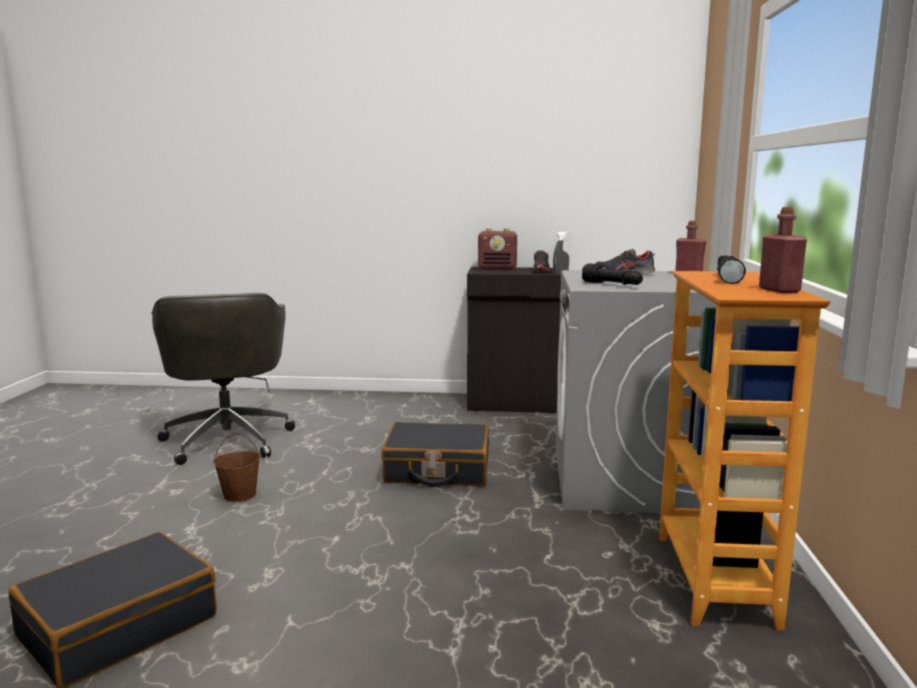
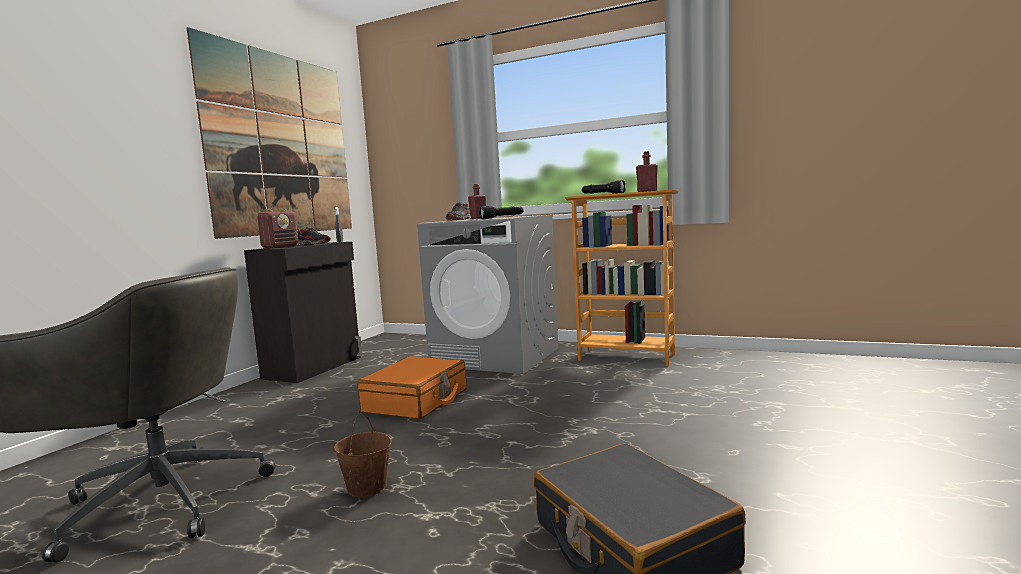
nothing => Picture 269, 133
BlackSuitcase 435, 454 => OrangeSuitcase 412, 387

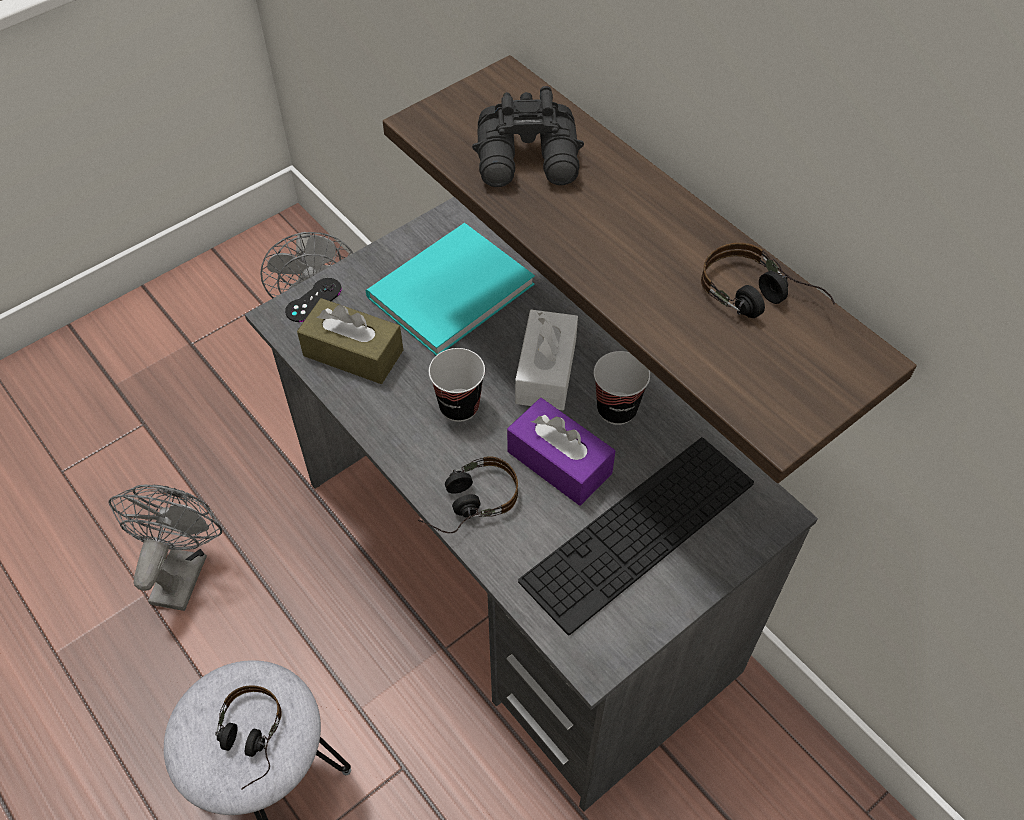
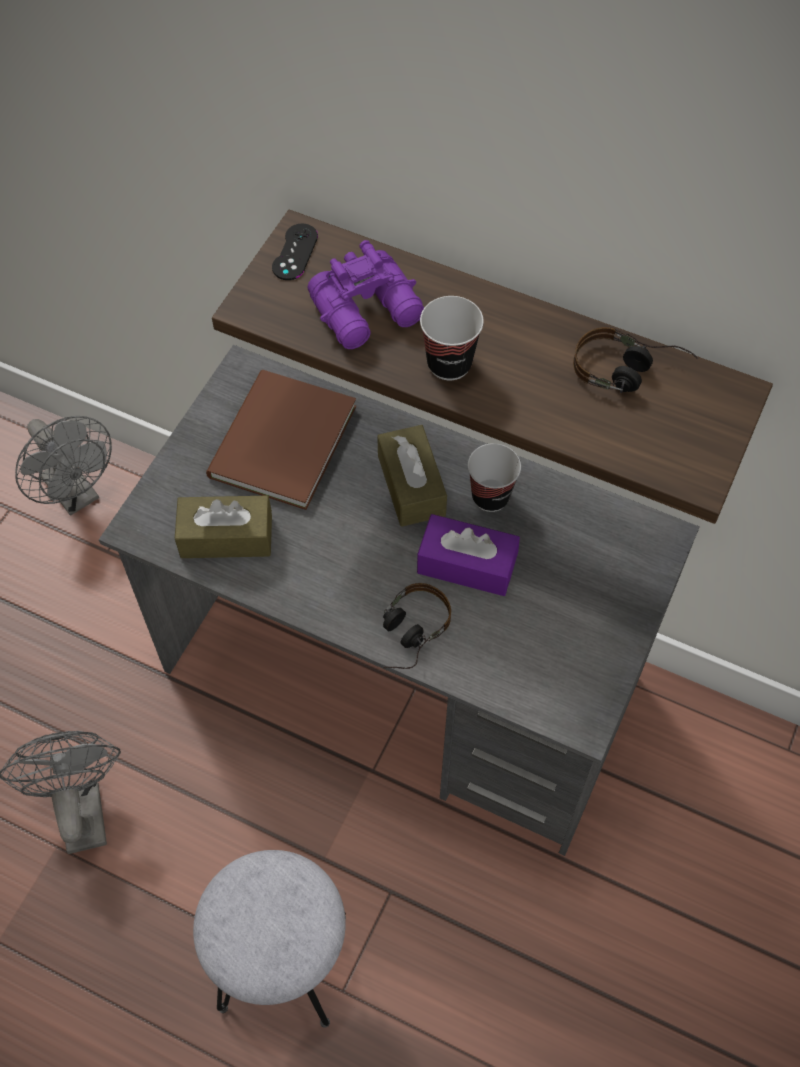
TurquoiseBook 450, 289 => BrownBook 281, 440
BlackGameController 313, 300 => BlackGameController 295, 251, move
BlackBinoculars 528, 136 => PurpleBinoculars 365, 294
WhiteTissueBox 546, 360 => BrownTissueBox 412, 476
Cup 457, 385 => Cup 452, 338, move
Headphones 248, 737 => nothing
Keyboard 636, 536 => nothing

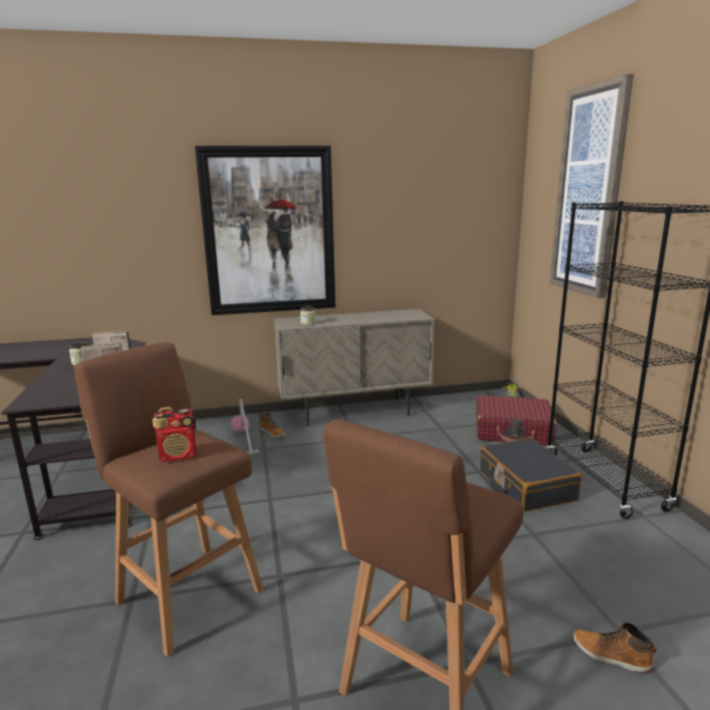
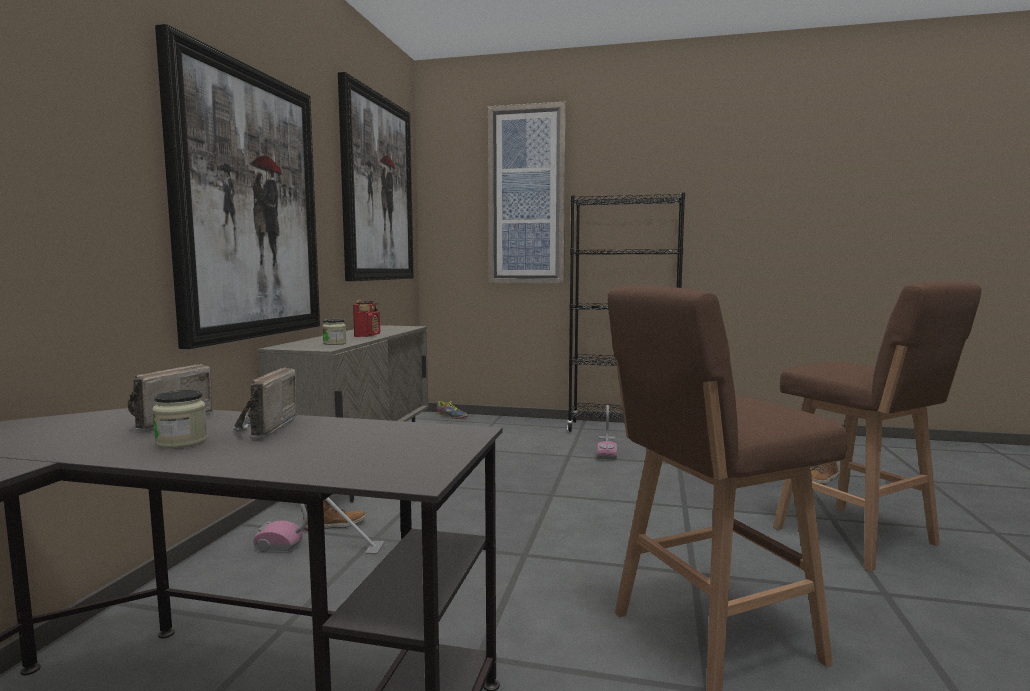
nothing => Picture 376, 176
Radio 174, 434 => Radio 366, 318, move
BlackSuitcase 531, 475 => VacuumCleaner 607, 432
RedSuitcase 516, 420 => nothing

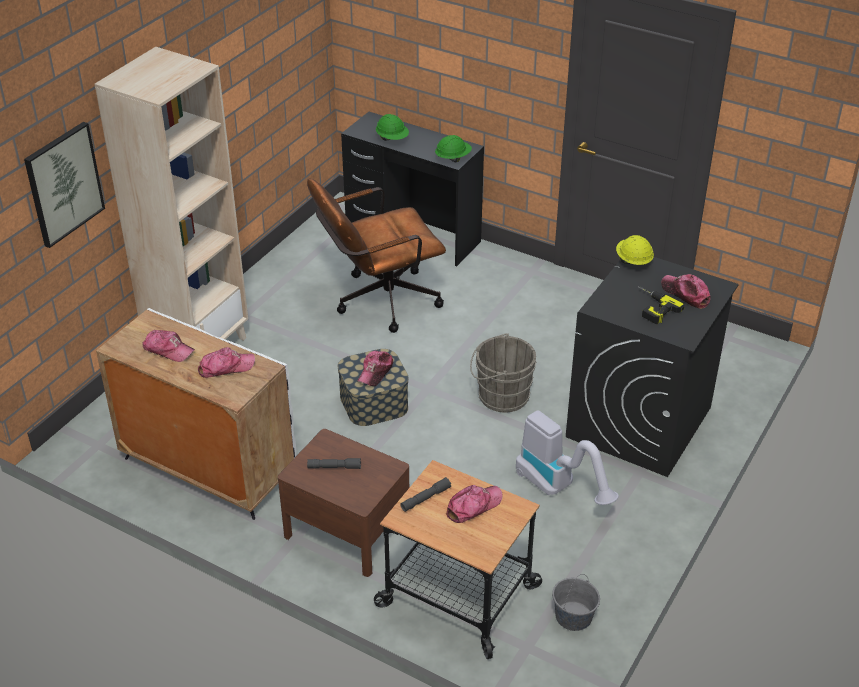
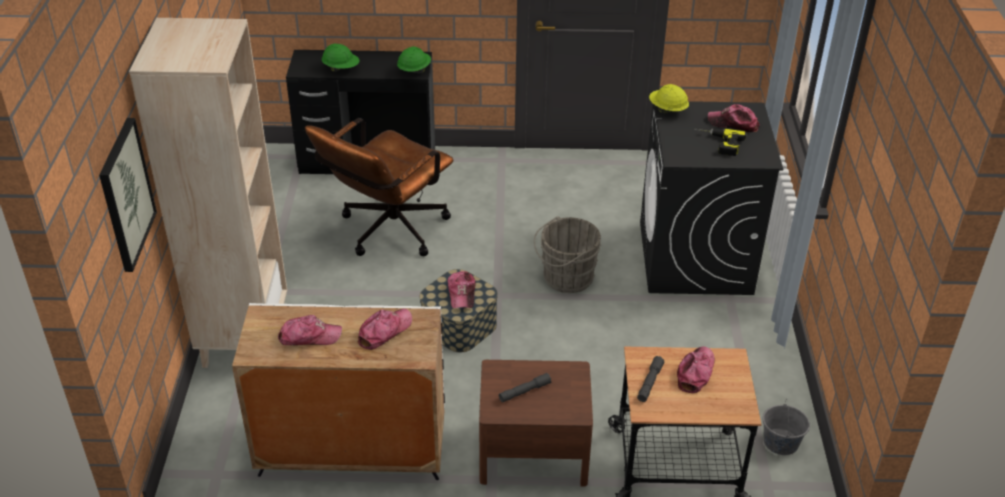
VacuumCleaner 567, 457 => nothing

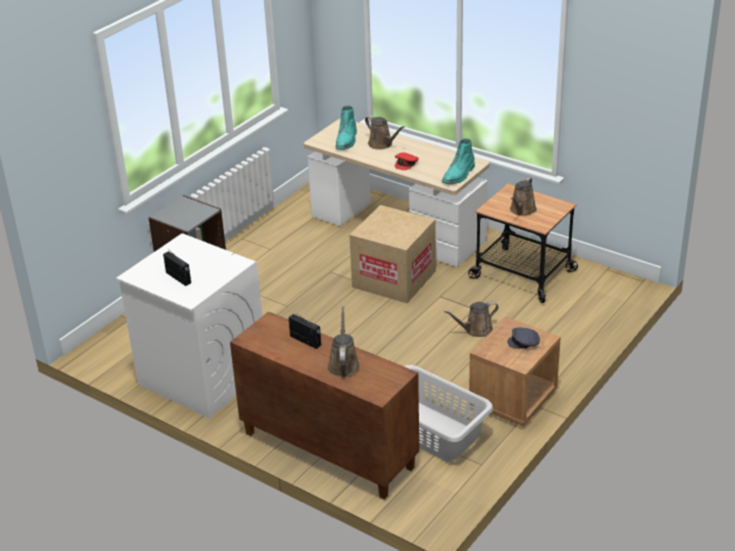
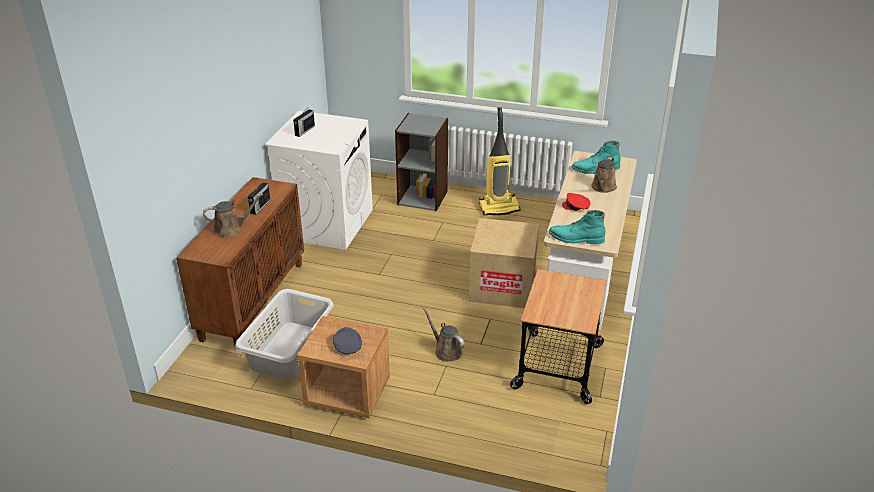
nothing => VacuumCleaner 500, 161
BrownWateringCan 523, 196 => nothing

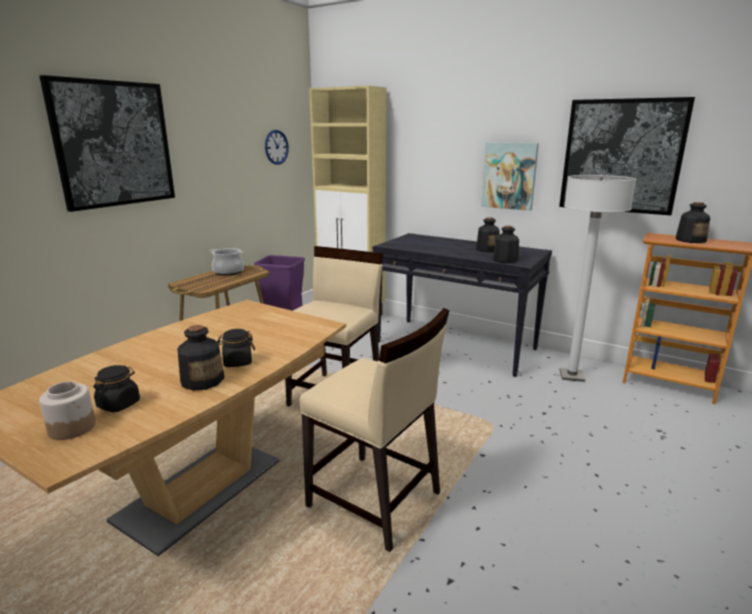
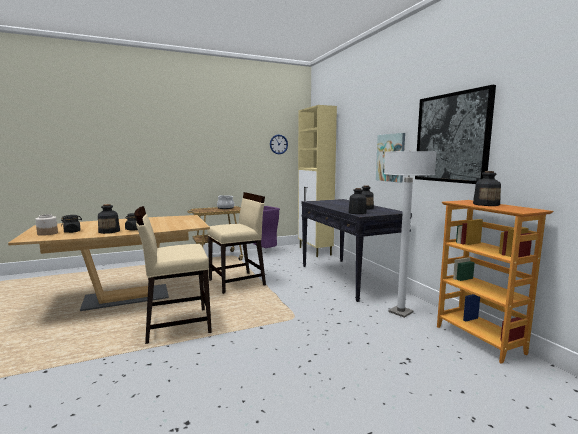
BeigeChair 374, 430 => BeigeChair 173, 275, 90 degrees clockwise
Picture 107, 143 => nothing

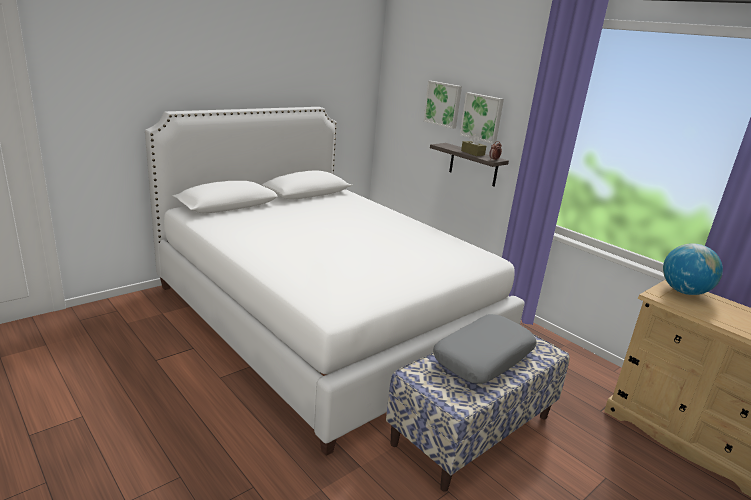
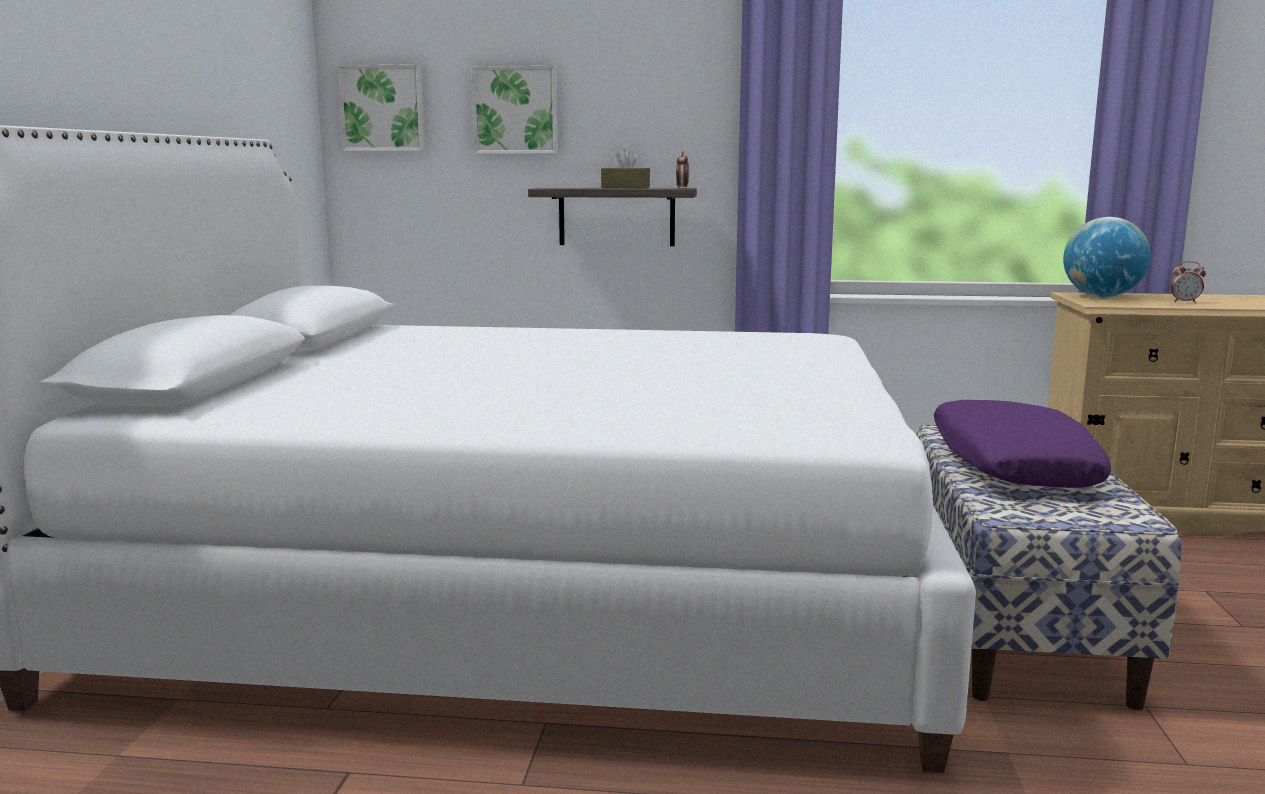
Picture 482, 118 => Picture 381, 107, move
GreyPillow 485, 349 => PurplePillow 1022, 444
nothing => AlarmClock 1188, 282

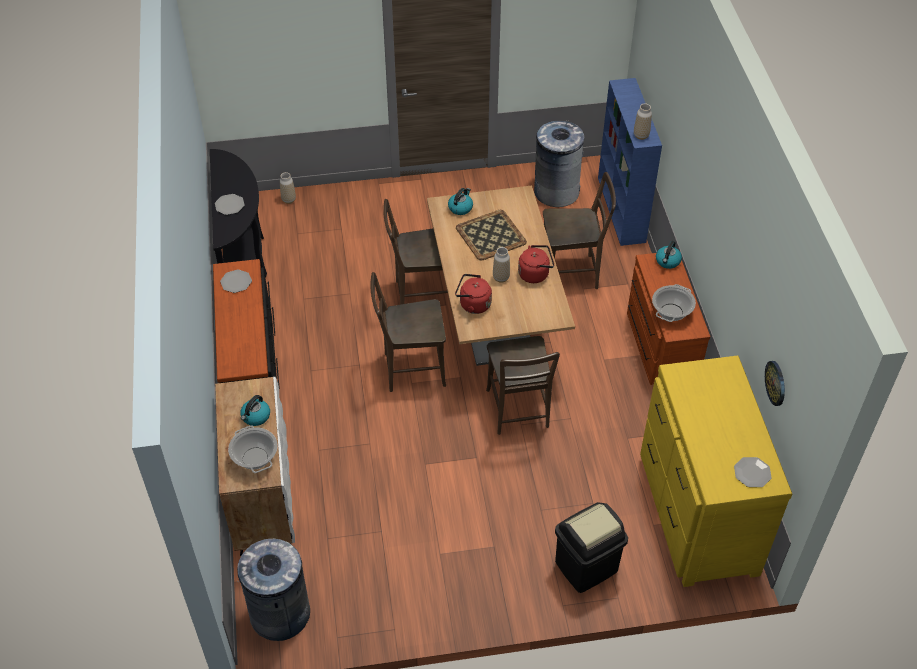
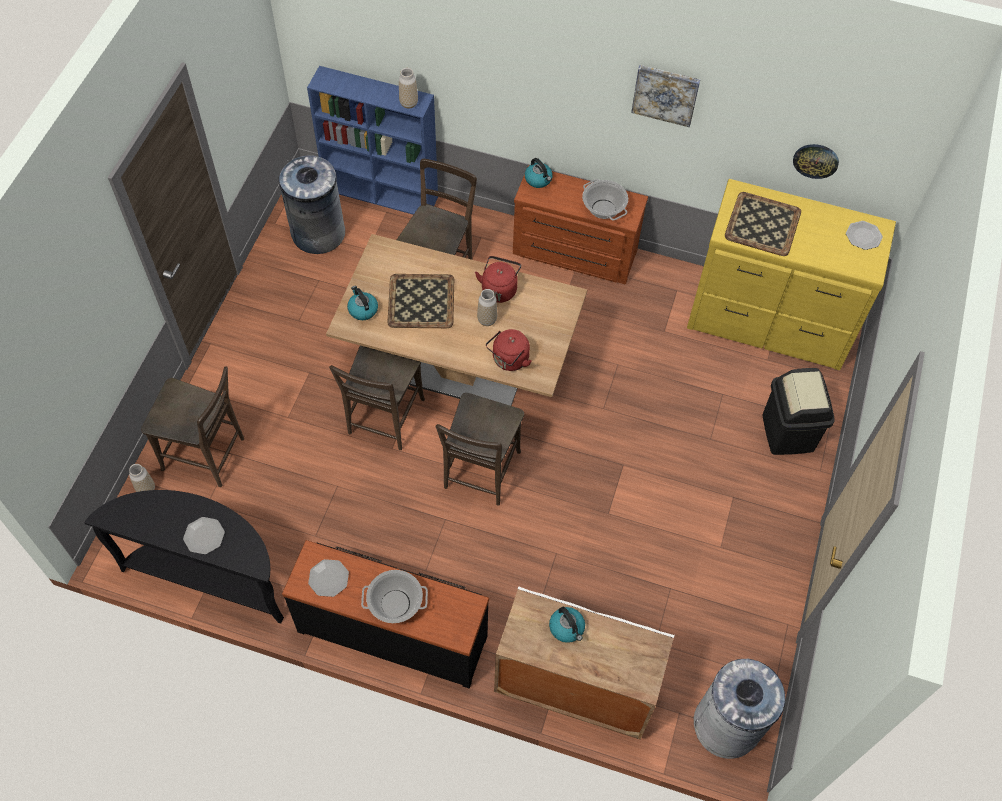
BrownChair 523, 385 => BrownChair 192, 426, move
CookingPot 253, 449 => CookingPot 394, 596, move
nothing => Picture 665, 96
nothing => Tray 763, 224

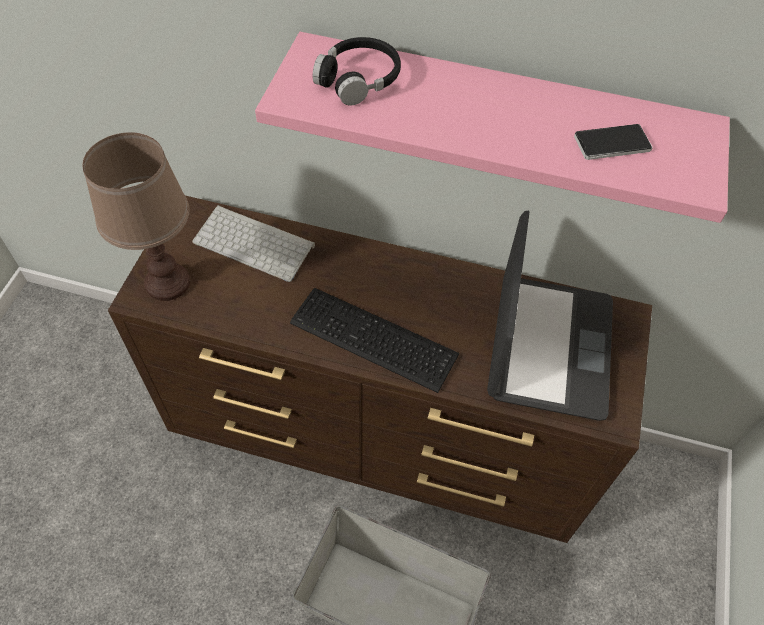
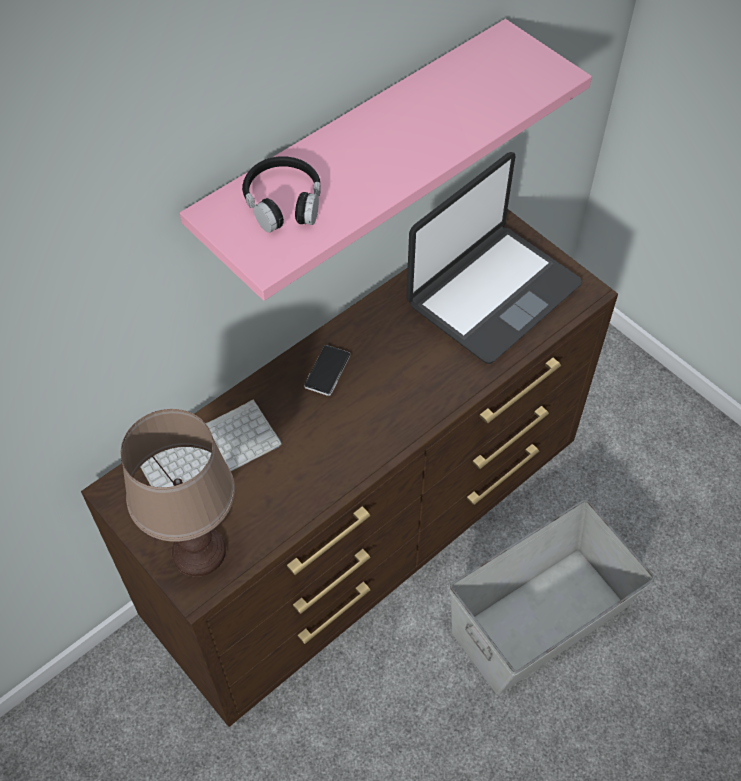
Phone 613, 142 => Phone 327, 370, move
Laptop 550, 316 => Laptop 494, 258, 90 degrees clockwise
Keyboard 374, 340 => nothing

